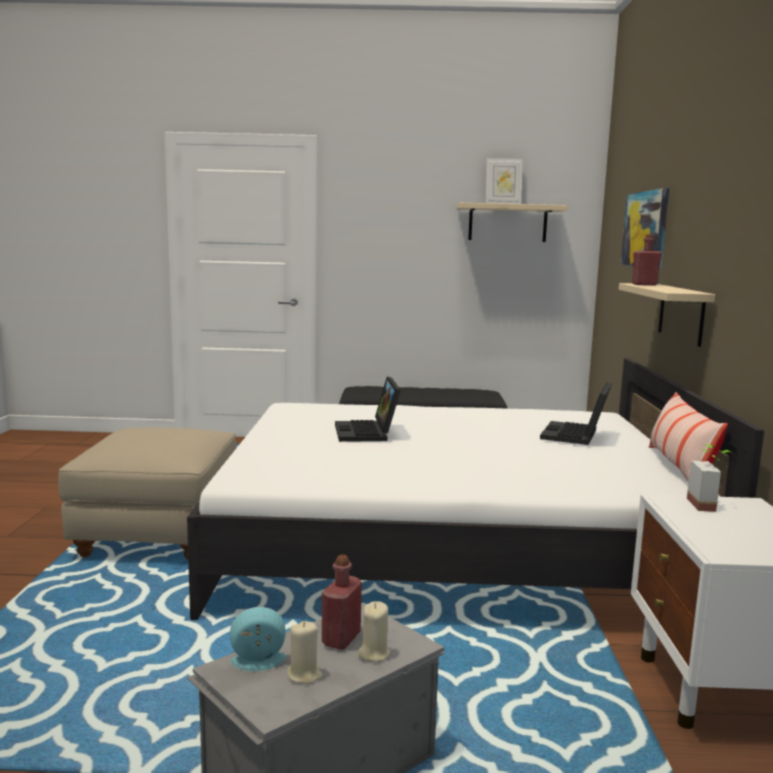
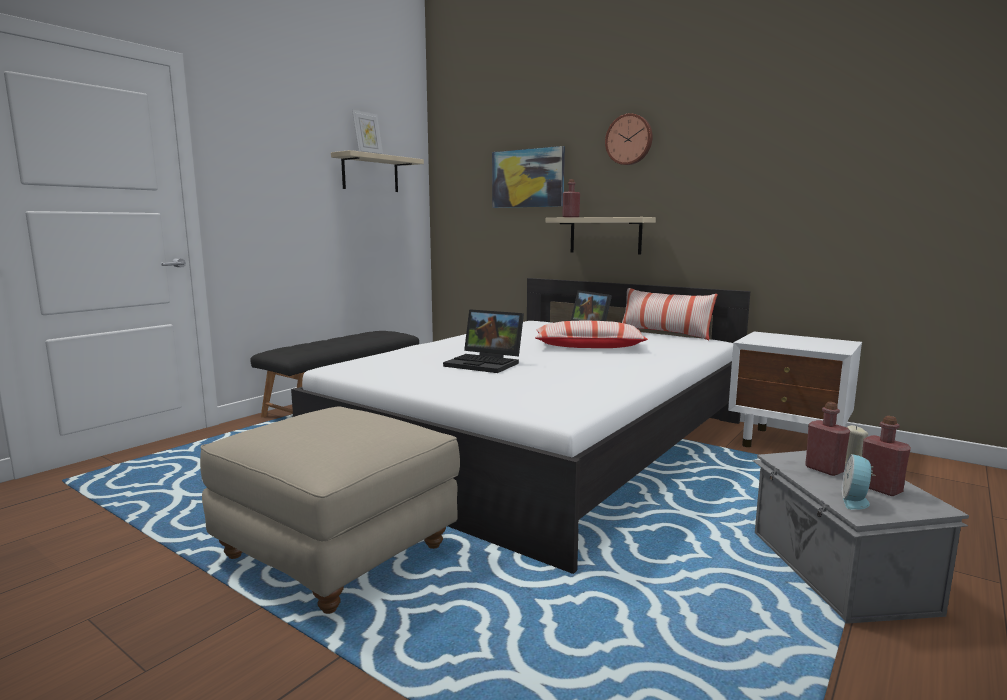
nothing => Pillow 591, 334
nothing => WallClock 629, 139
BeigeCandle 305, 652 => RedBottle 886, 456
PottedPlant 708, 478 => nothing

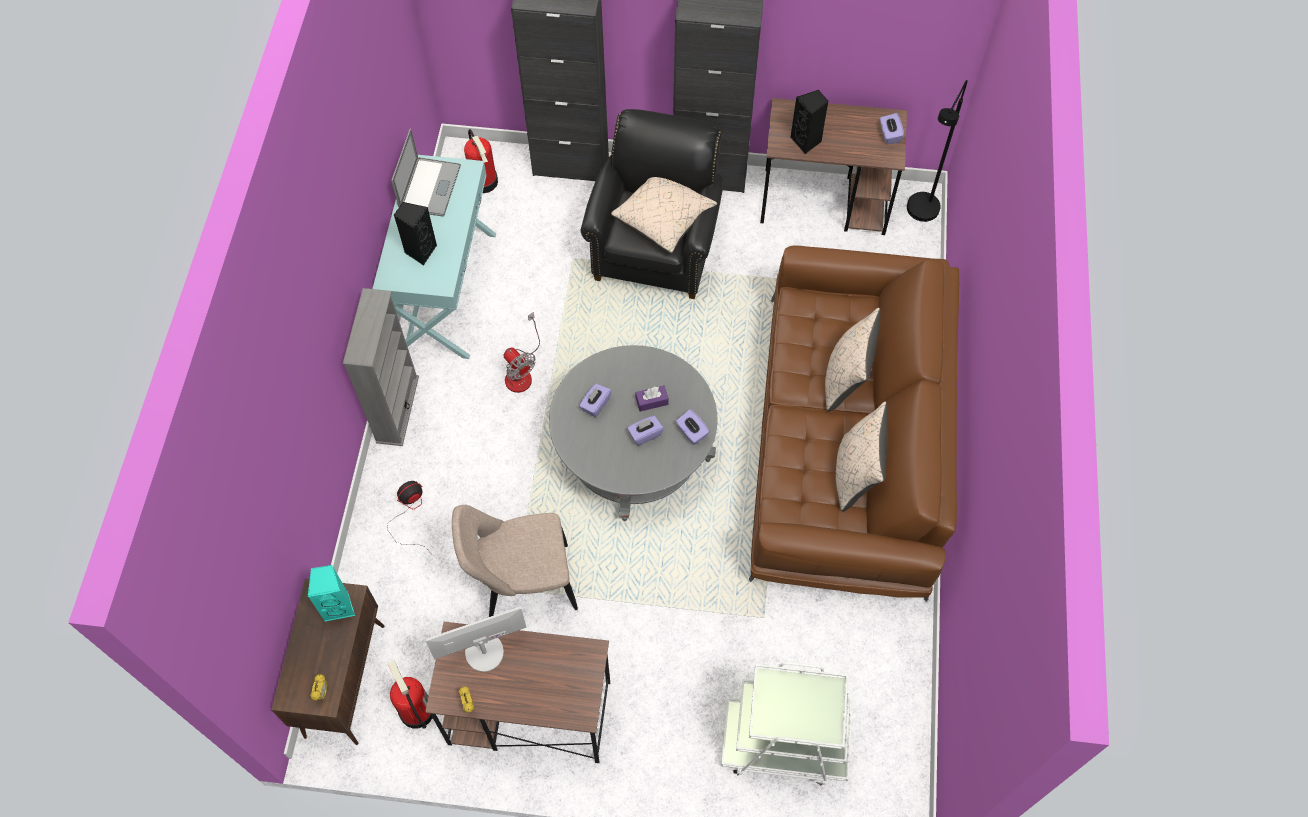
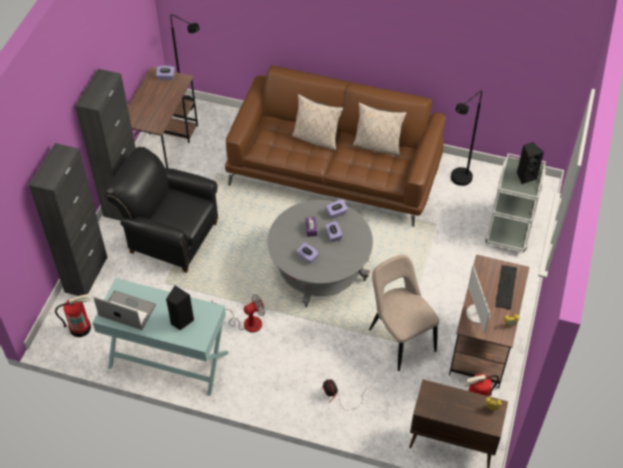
BeigeChair 515, 561 => BeigeChair 404, 313, 150 degrees clockwise
nothing => BlackFloorLamp 466, 138
nothing => Keyboard 506, 287
BlackSpeaker 809, 122 => BlackSpeaker 530, 163, move
TurquoiseSpeaker 331, 593 => nothing
GreyBookcase 381, 367 => nothing
BeigePillow 664, 215 => nothing

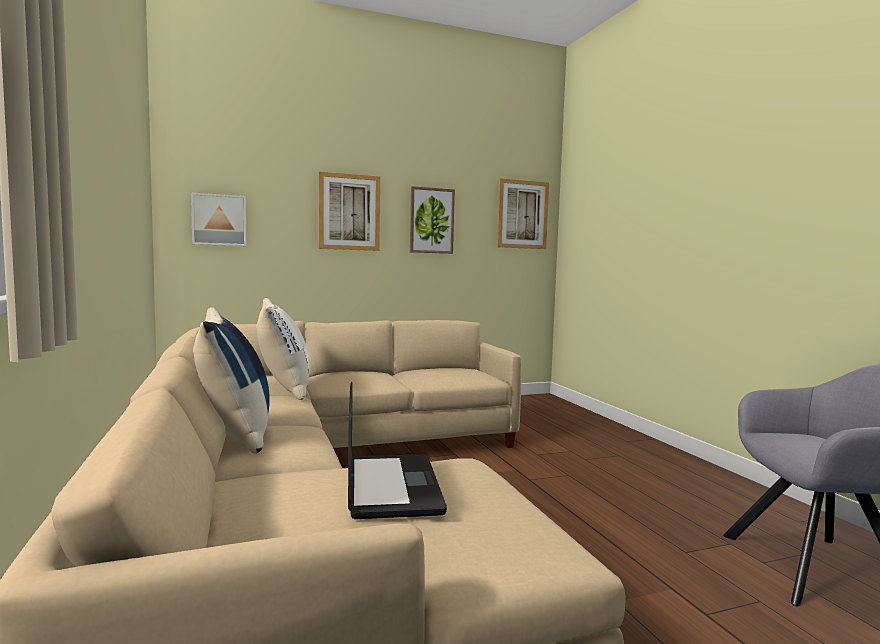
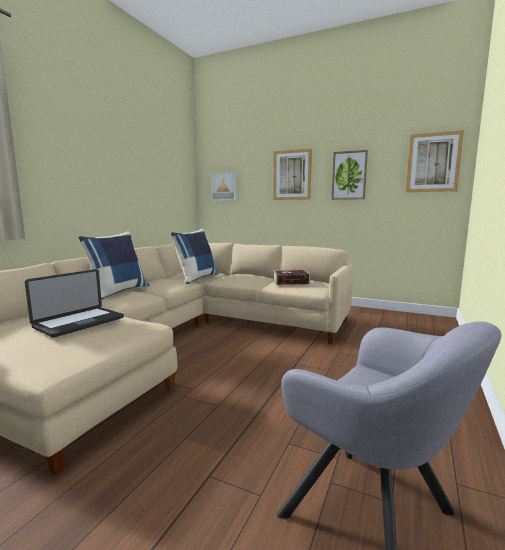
WhitePillow 282, 349 => BluePillow 195, 256
nothing => Book 291, 277

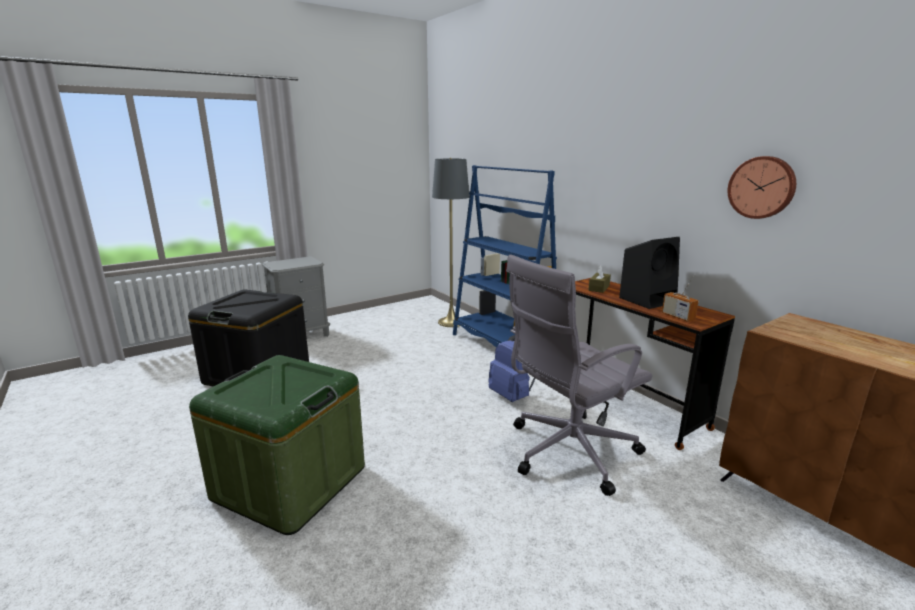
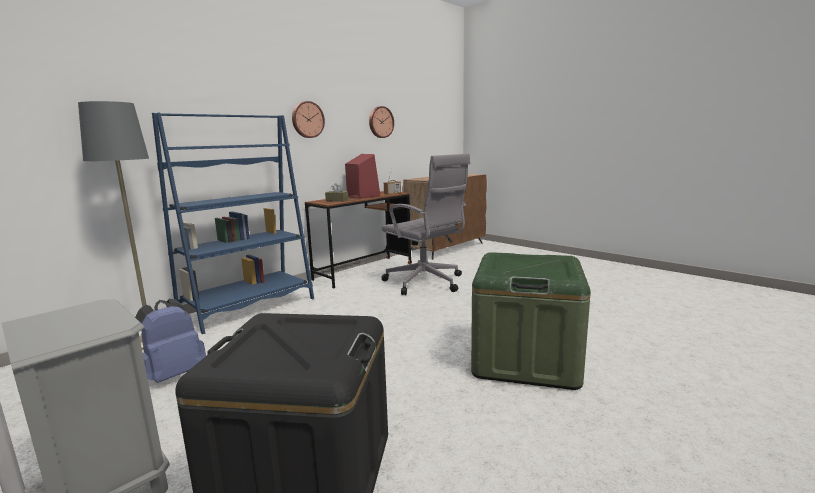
BlueBackpack 512, 368 => BlueBackpack 170, 341, move
nothing => WallClock 308, 119
BlackSpeaker 649, 273 => RedSpeaker 363, 176

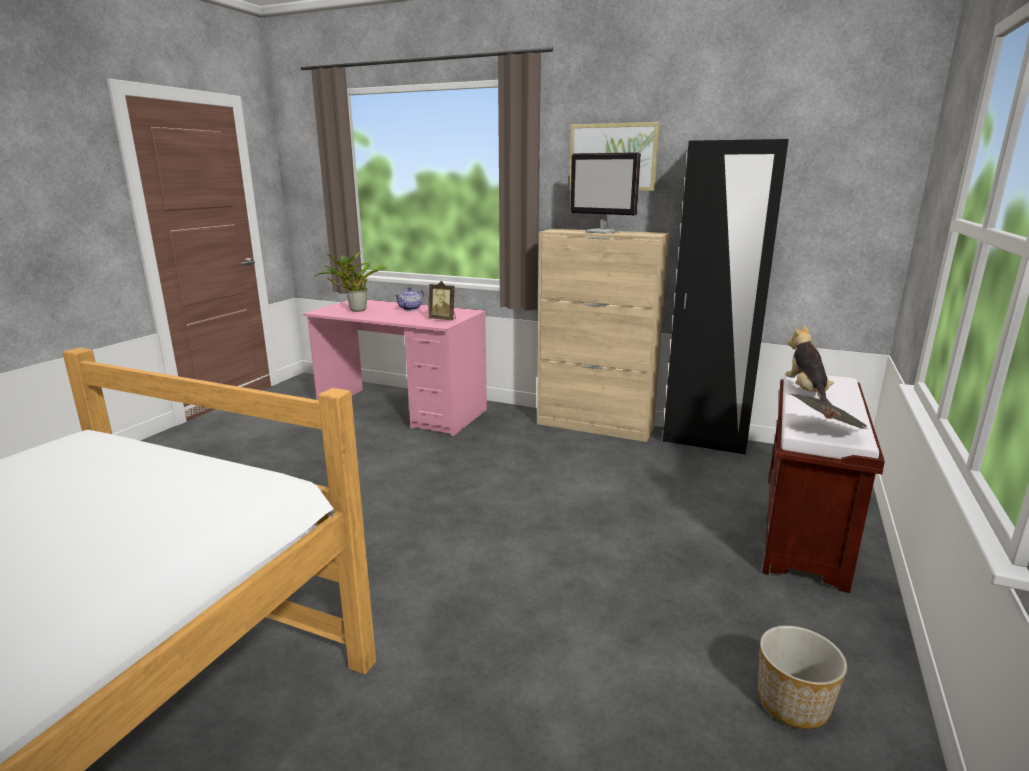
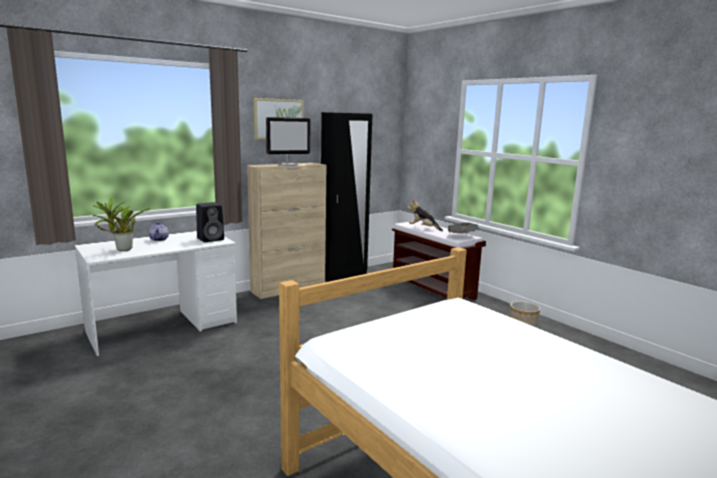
PinkDesk 395, 368 => WhiteDesk 156, 293
PictureFrame 442, 300 => BlackSpeaker 210, 222

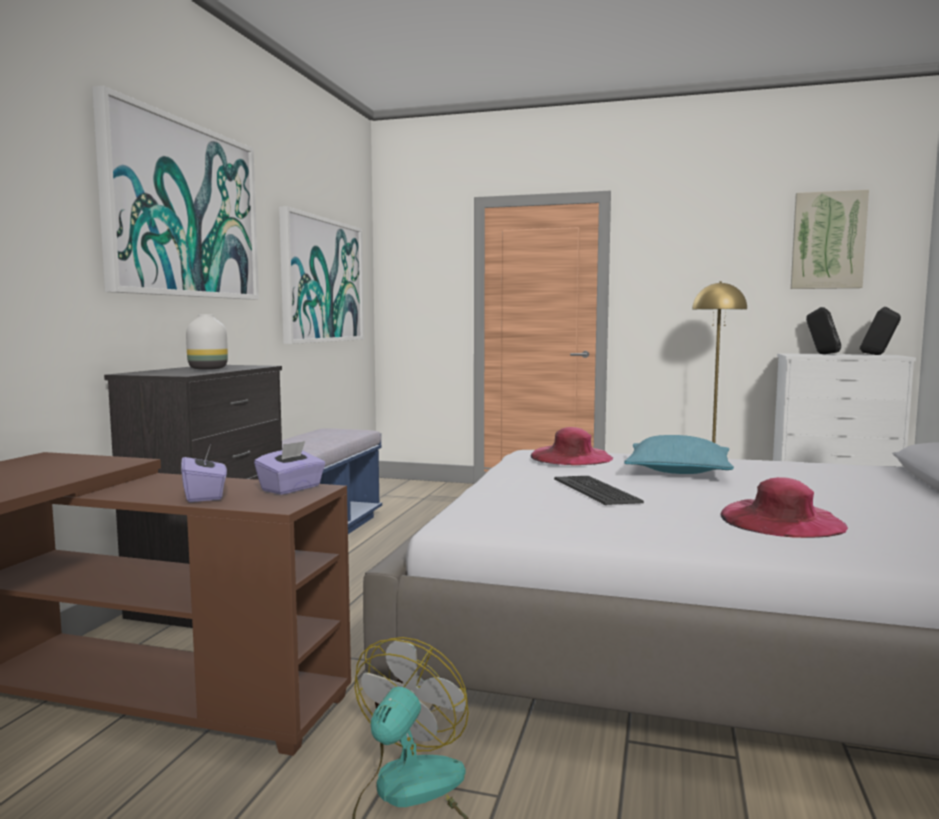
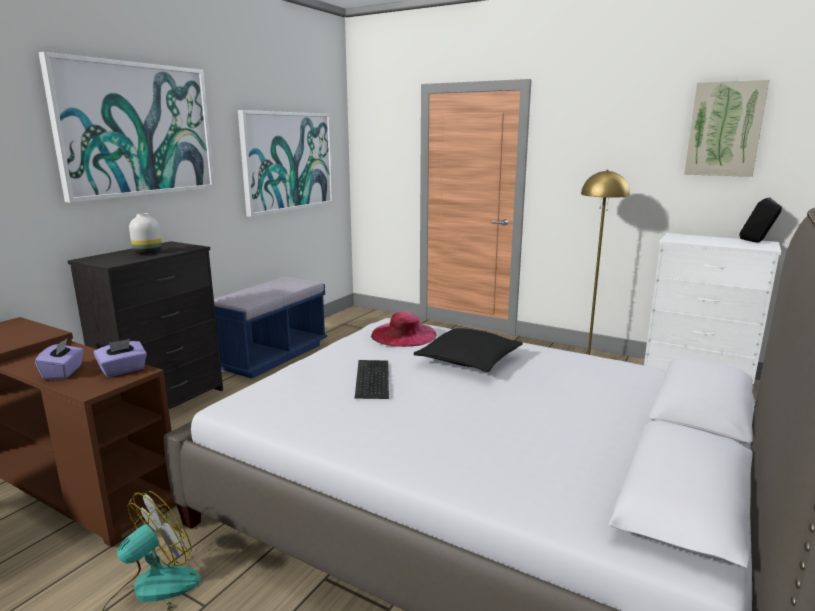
TurquoisePillow 679, 454 => BlackPillow 468, 350
PinkHat 784, 507 => nothing
BlackSpeaker 823, 330 => nothing

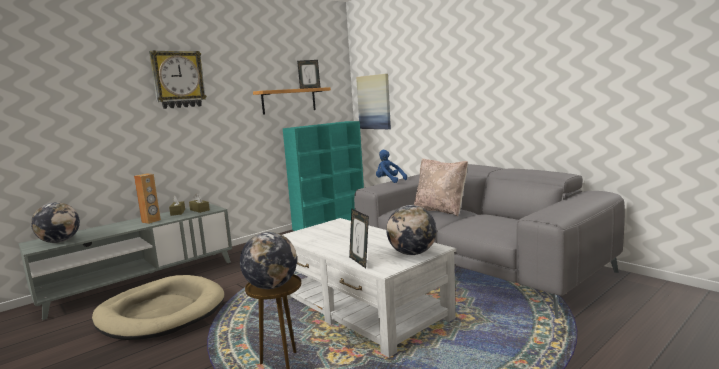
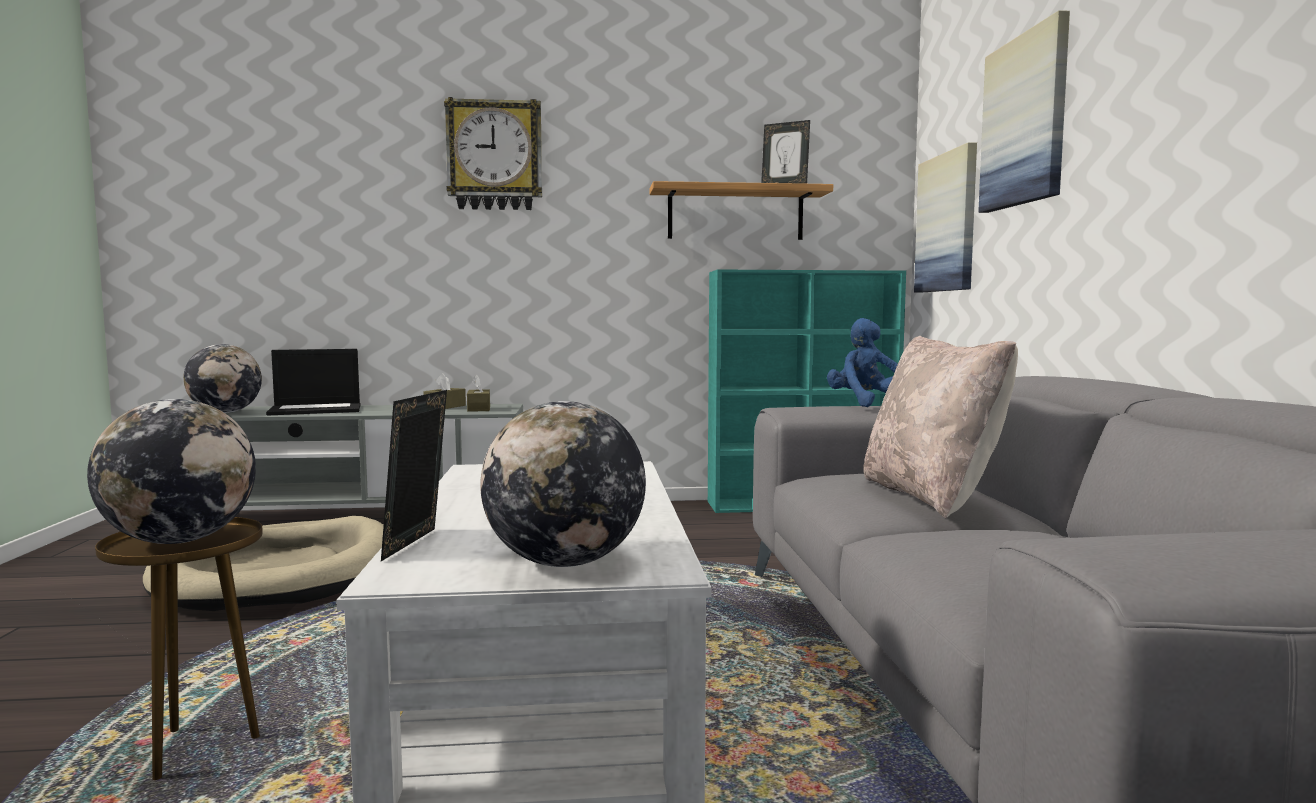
nothing => Laptop 313, 382
nothing => Picture 1024, 111
BrownSpeaker 147, 199 => nothing

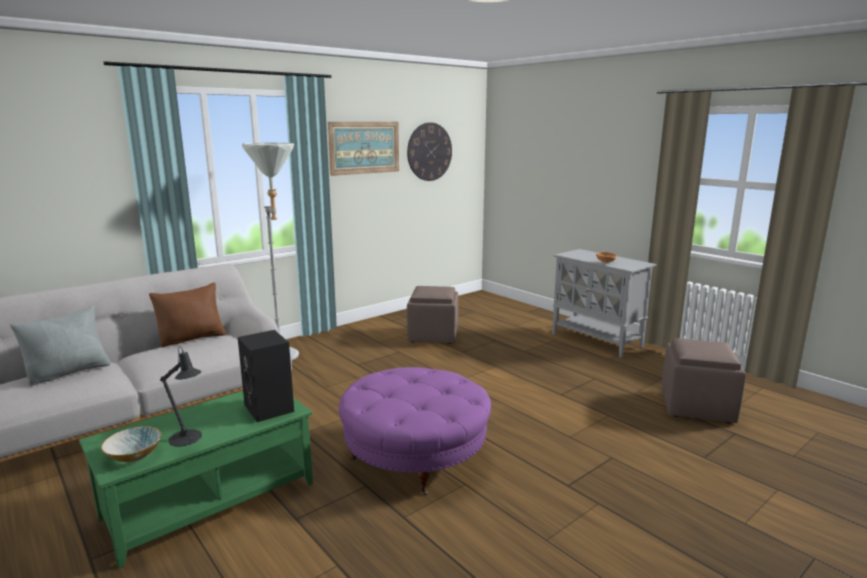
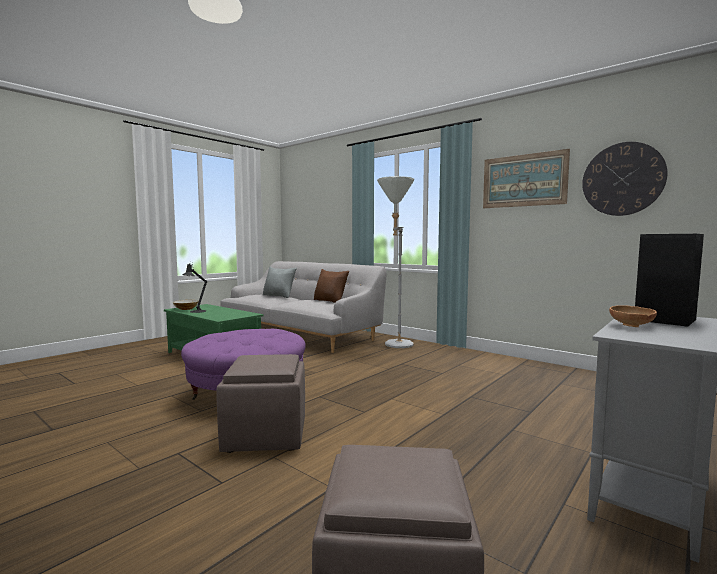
BrownOttoman 432, 315 => BrownOttoman 260, 403, move
BlackSpeaker 266, 376 => BlackSpeaker 669, 280, move

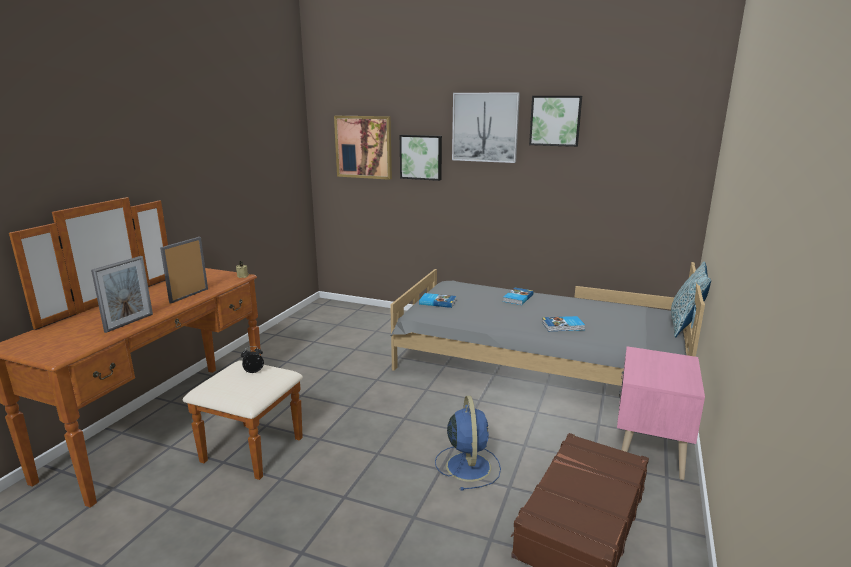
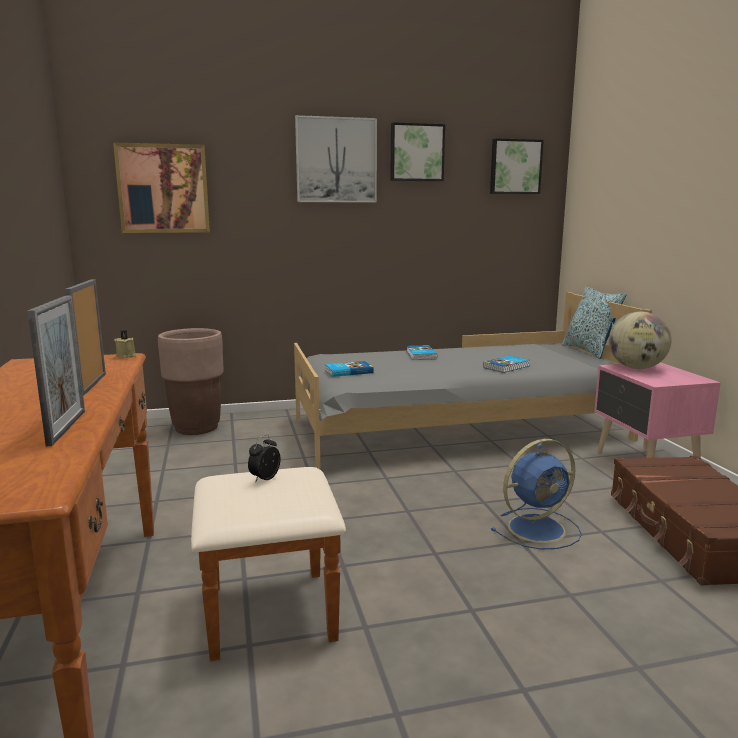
nothing => BrownPlanter 191, 381
Picture 421, 158 => Picture 517, 166, move
BlueFan 468, 443 => BlueFan 536, 494, 105 degrees clockwise
nothing => Globe 640, 340

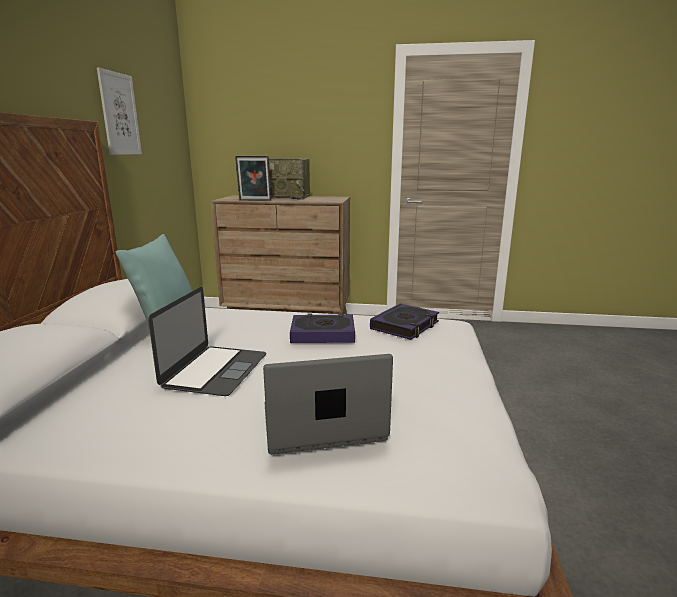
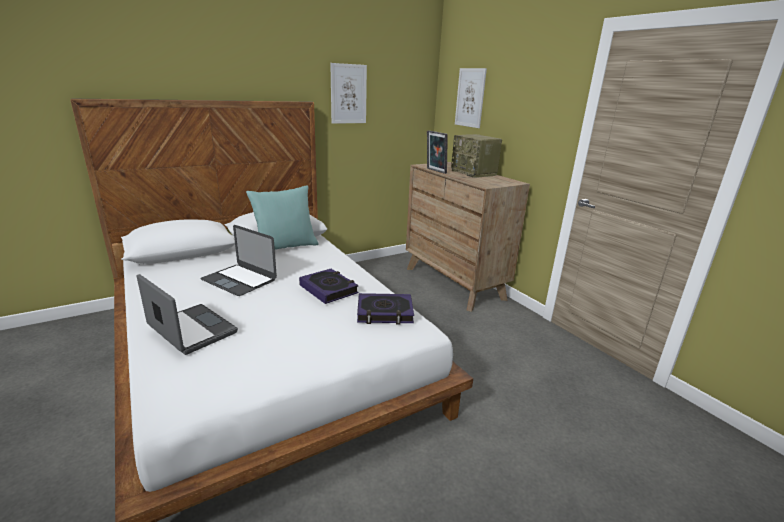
Laptop 207, 341 => Laptop 238, 260, 60 degrees clockwise
nothing => Picture 471, 98

